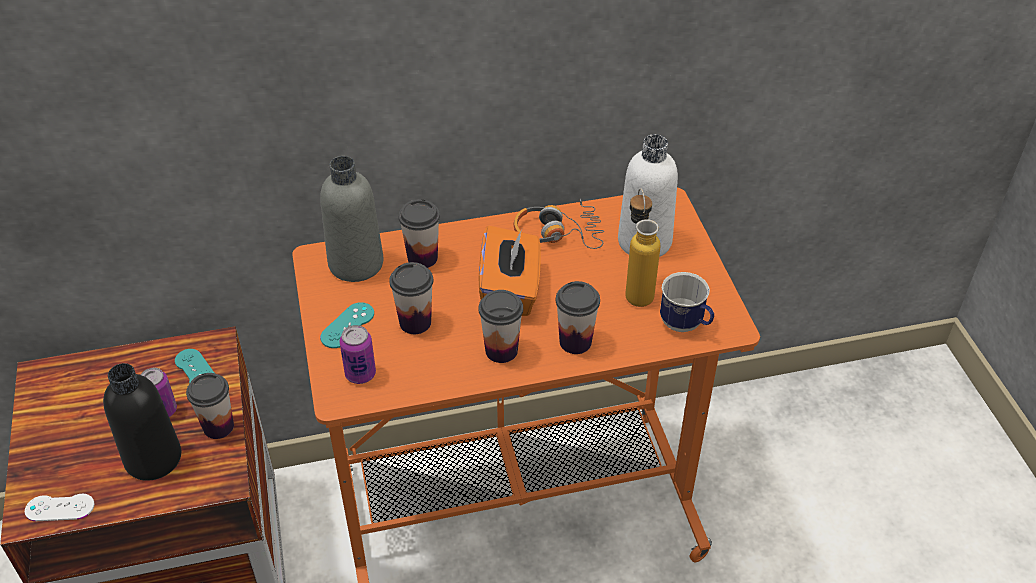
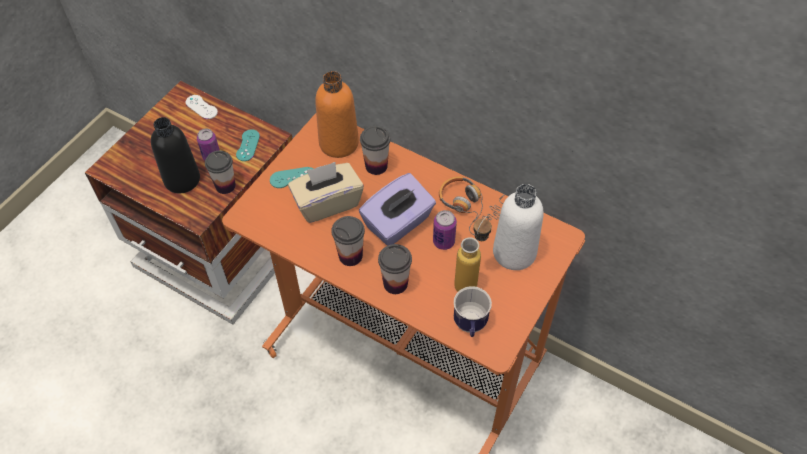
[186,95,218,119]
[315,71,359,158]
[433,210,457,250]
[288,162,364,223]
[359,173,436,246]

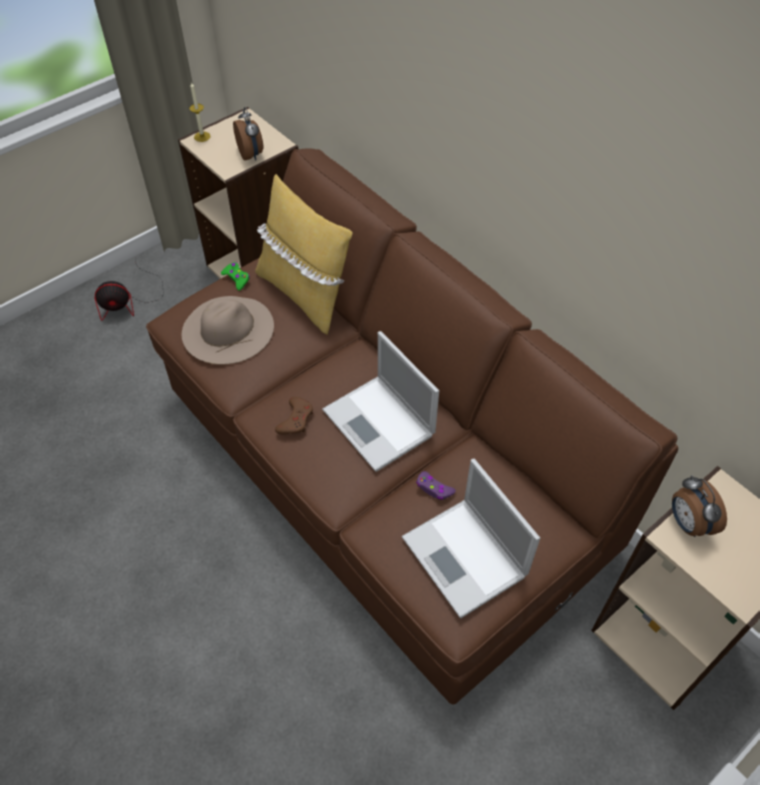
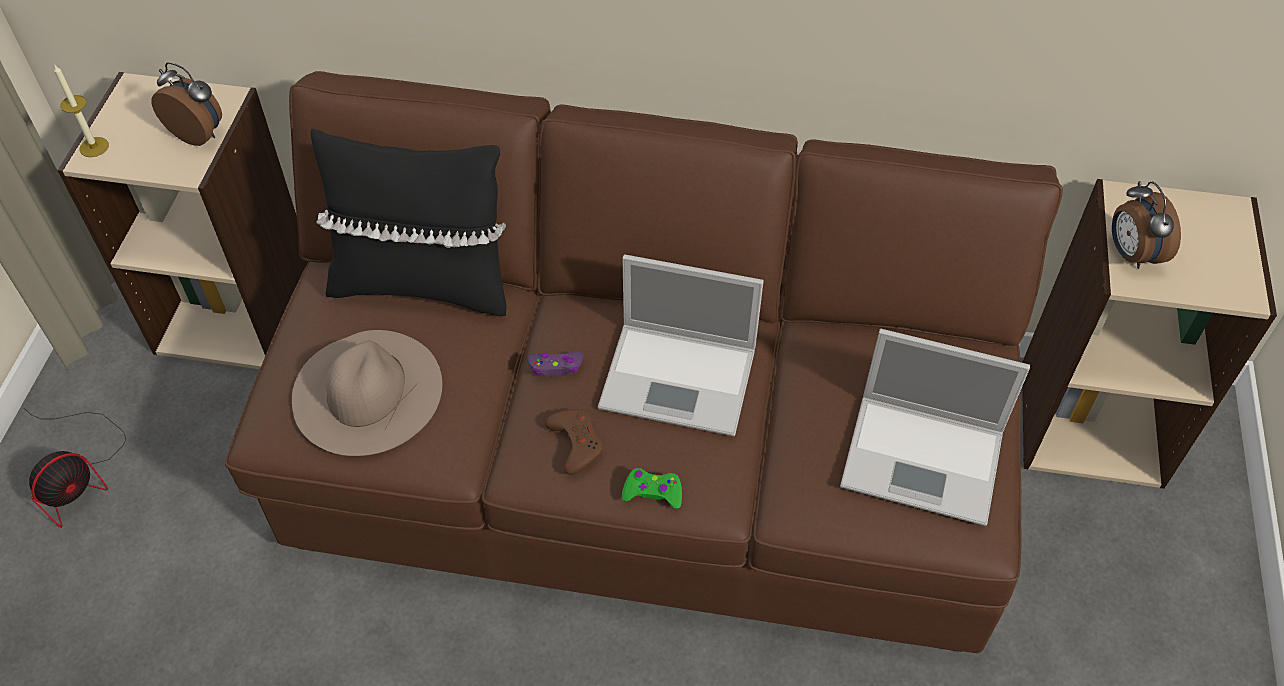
[622,468,682,509]
[311,128,507,316]
[528,351,584,377]
[1112,181,1181,269]

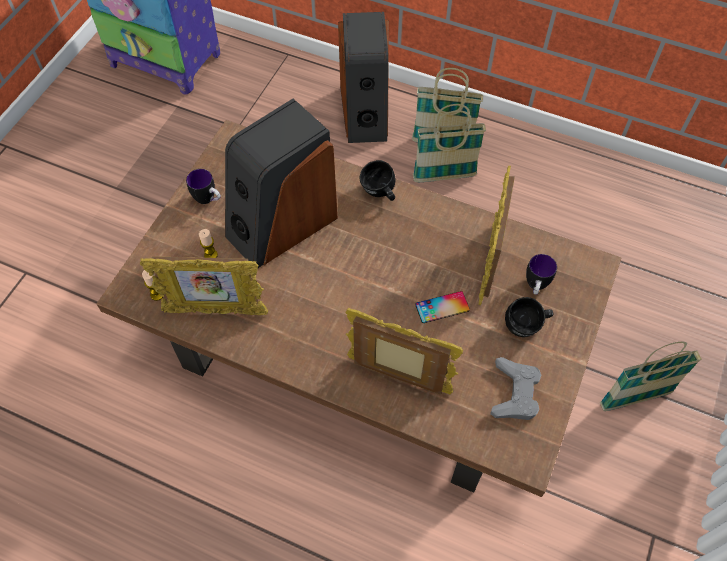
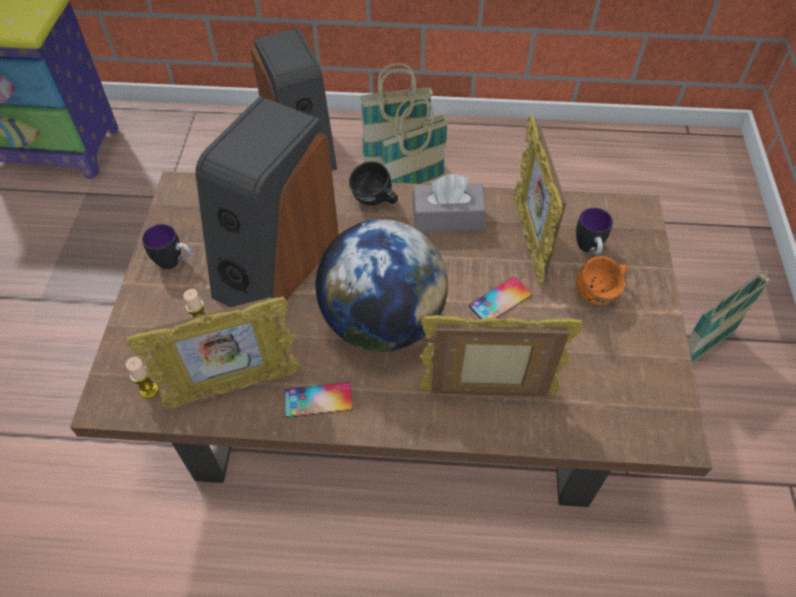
[490,357,541,420] (first image)
[576,256,628,305]
[284,382,353,418]
[315,219,448,352]
[412,174,486,232]

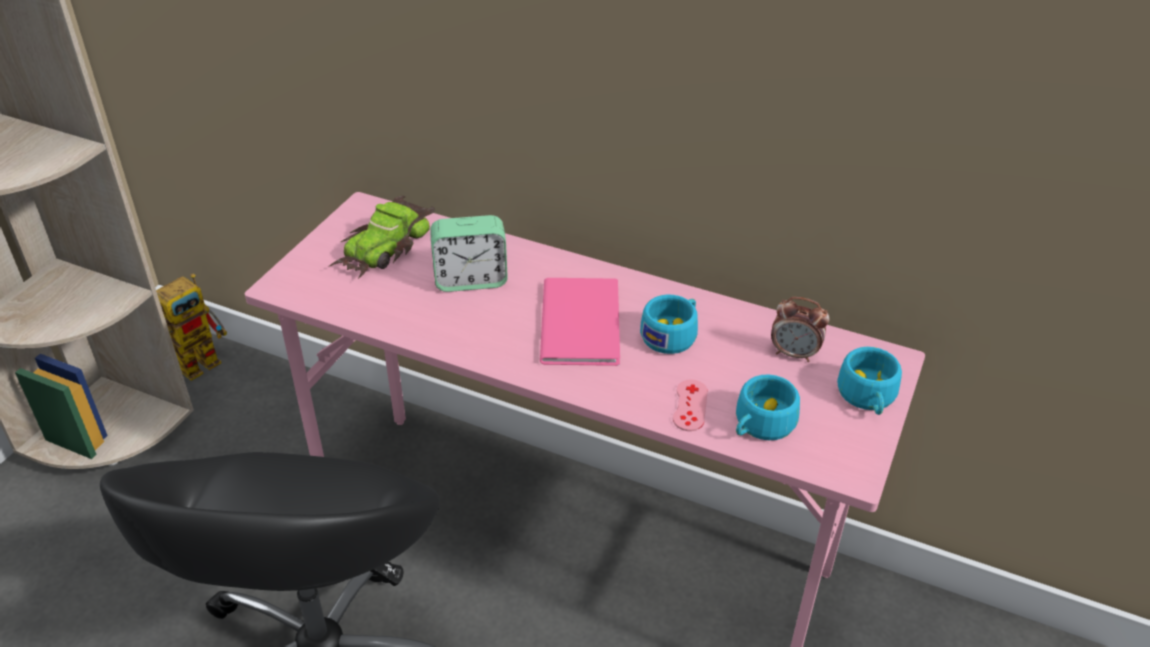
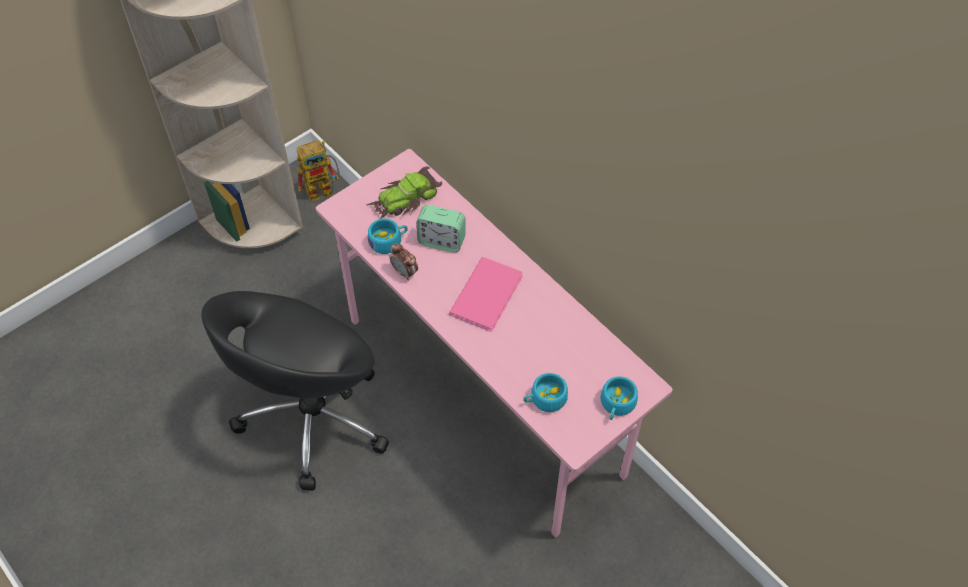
[368,218,408,254]
[673,380,708,431] (first image)
[389,243,418,280]

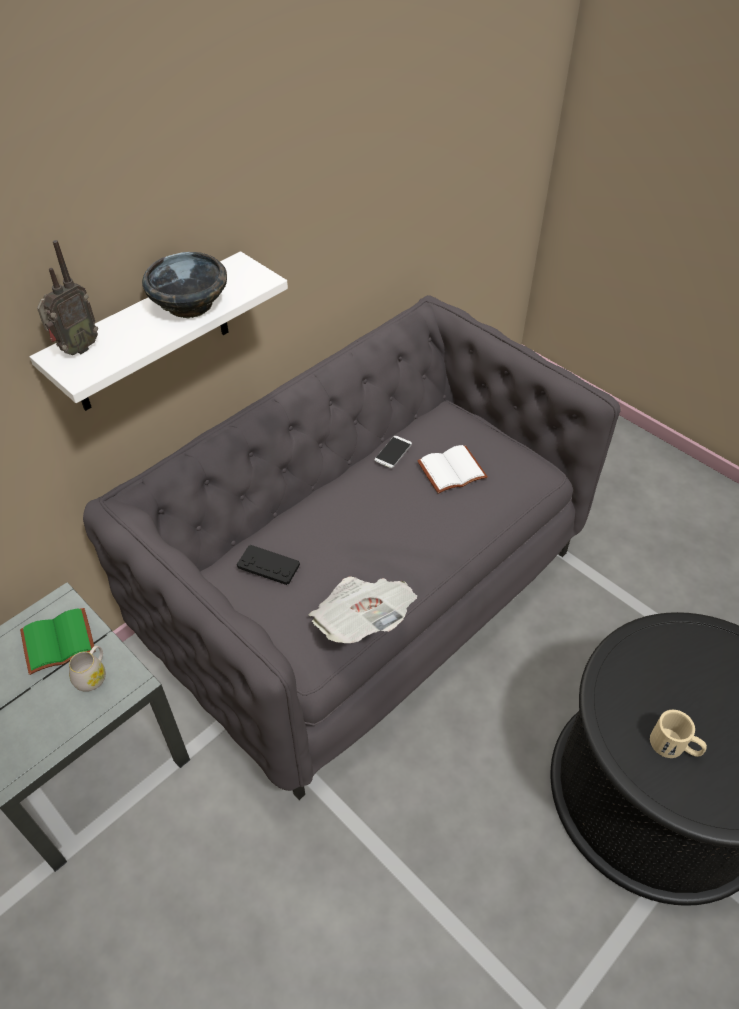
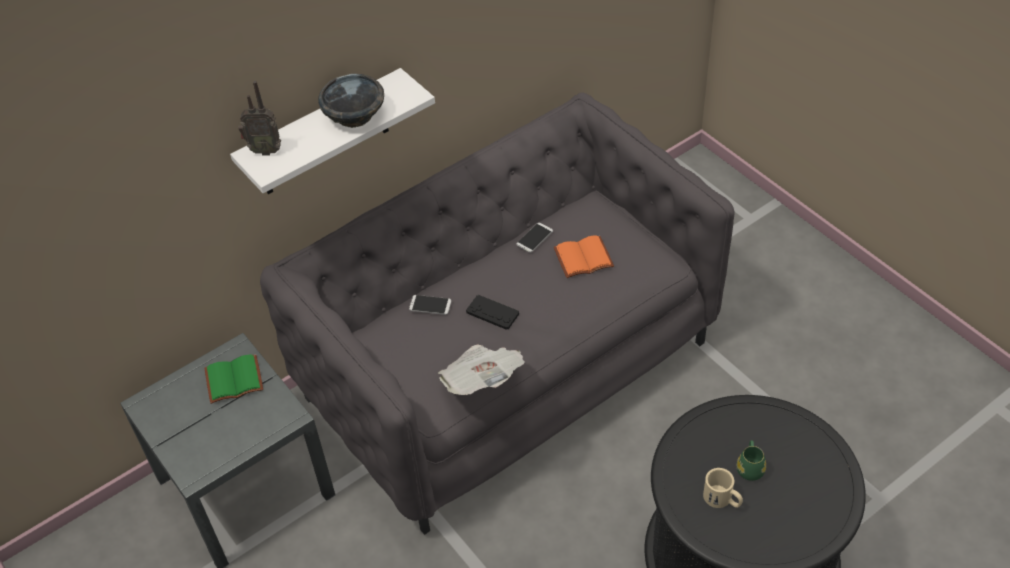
[238,81,281,156]
[69,646,106,692] (first image)
[466,295,519,330]
[554,235,614,278]
[409,295,451,315]
[736,440,766,481]

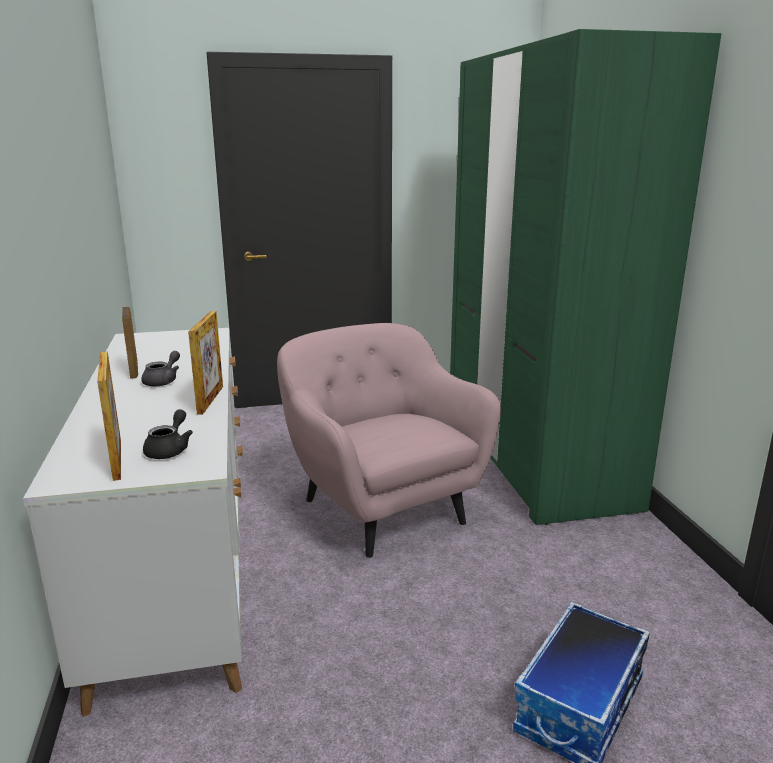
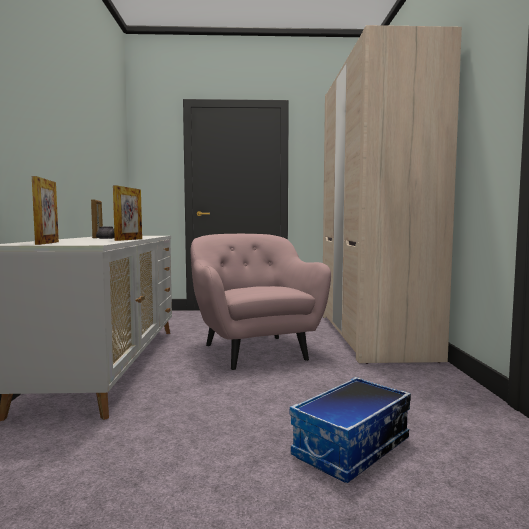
[143,409,193,459] (first image)
[323,25,462,364]

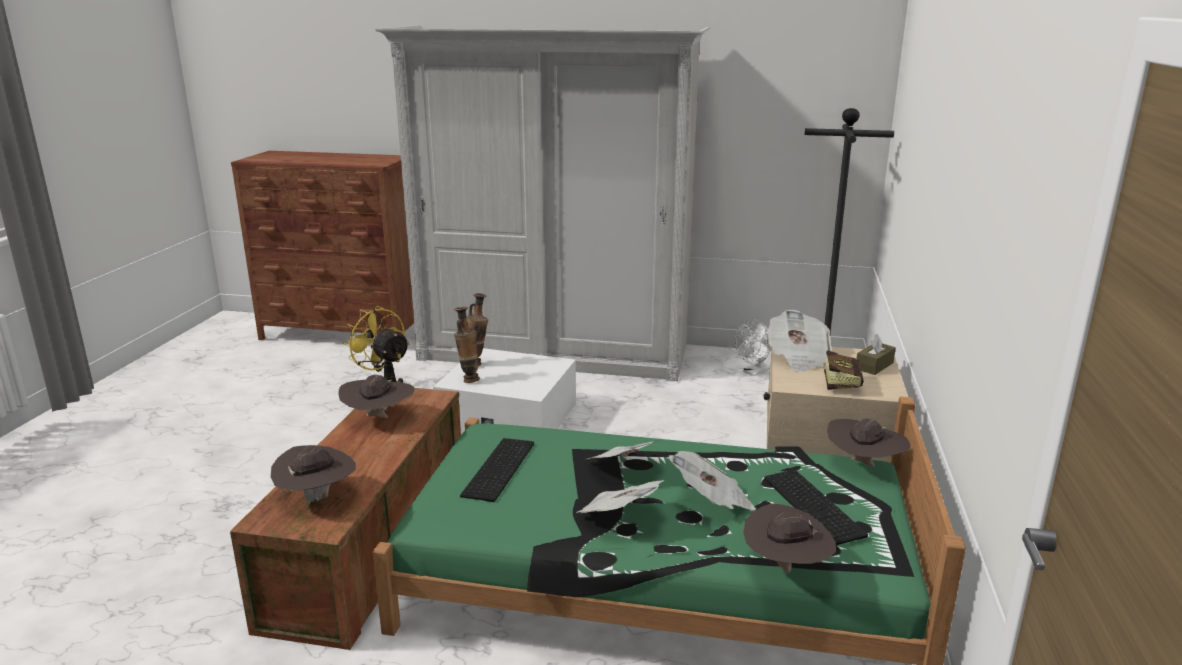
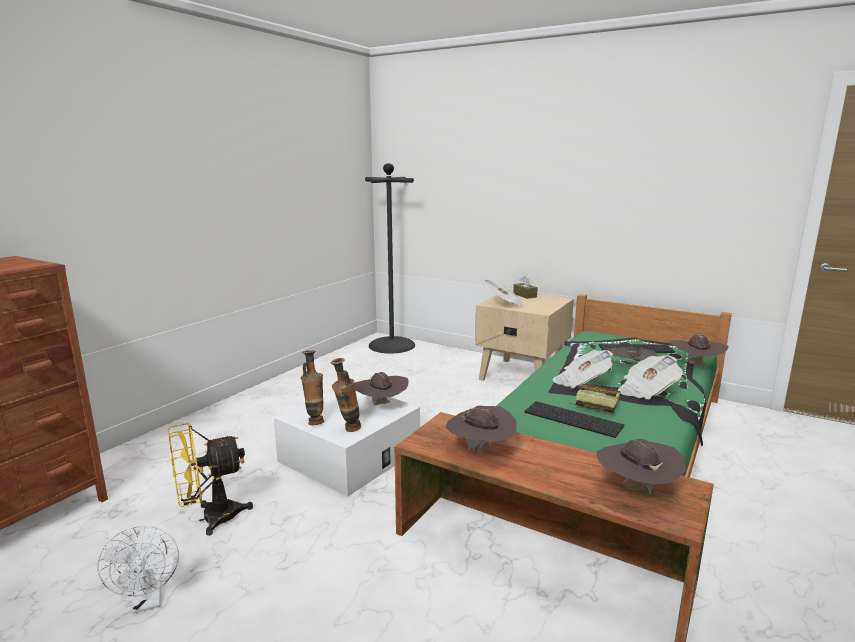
[375,25,710,381] (first image)
[97,525,179,613]
[567,384,621,413]
[355,372,409,406]

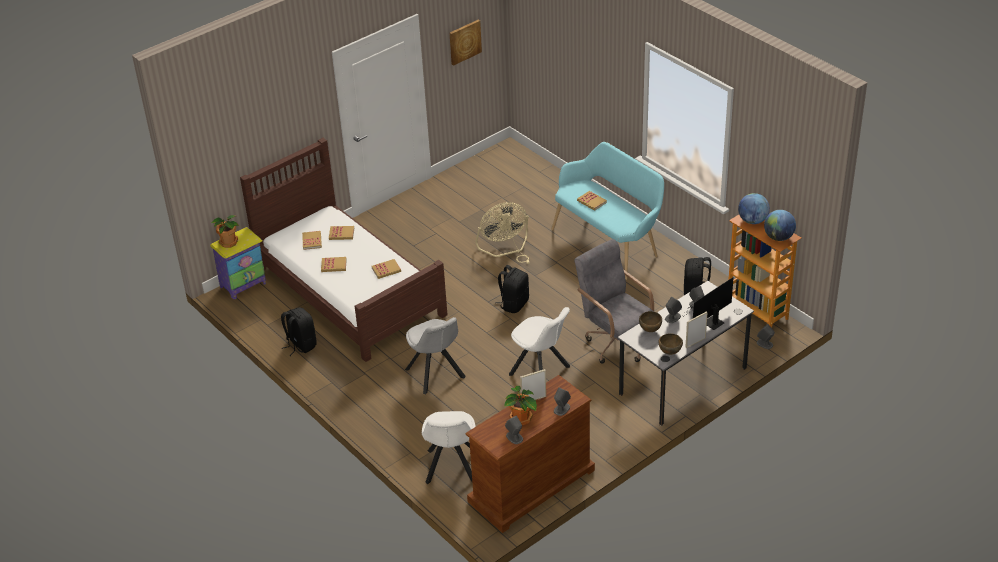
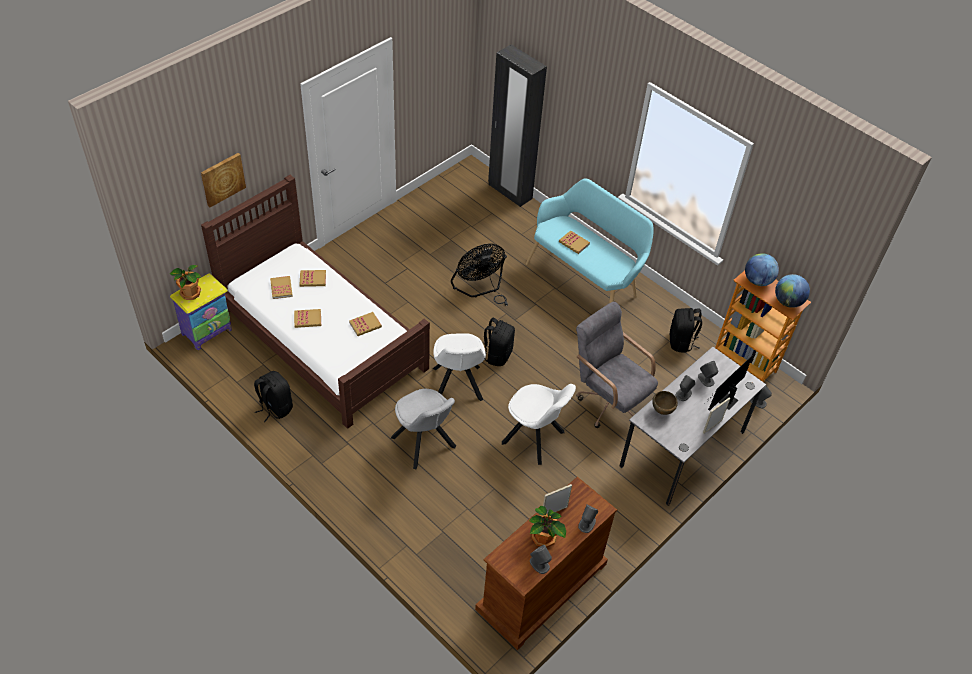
[433,333,486,401]
[201,153,246,207]
[451,244,508,306]
[659,333,683,355] (first image)
[488,45,547,207]

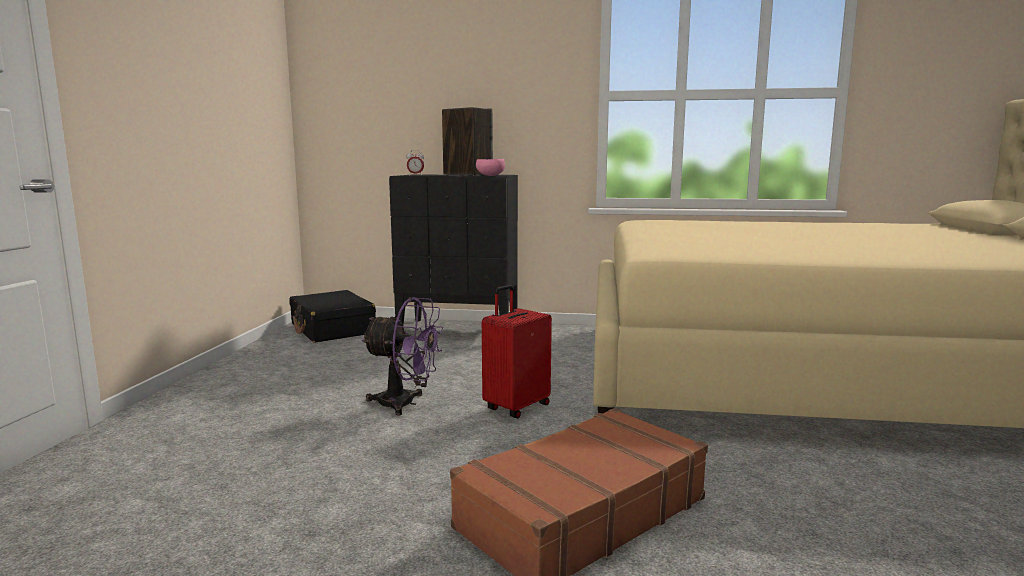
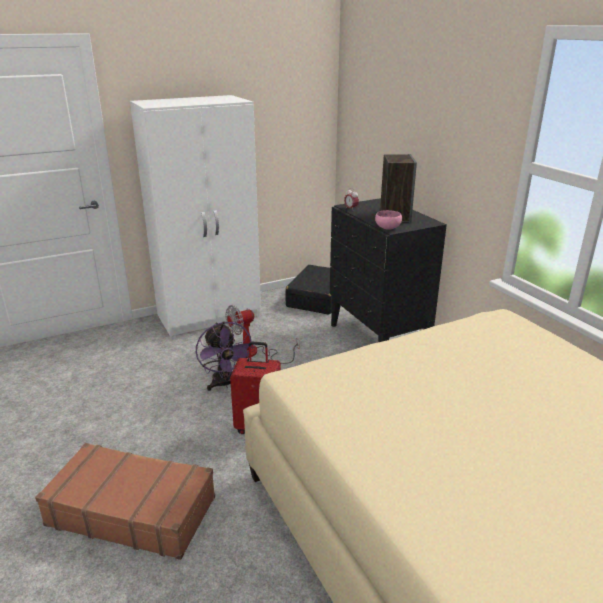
[130,95,261,337]
[226,305,300,364]

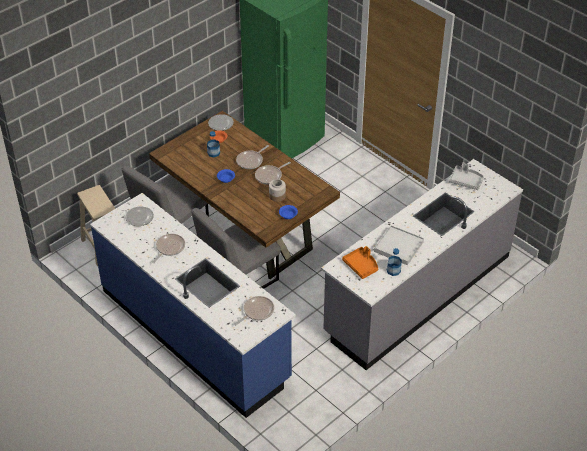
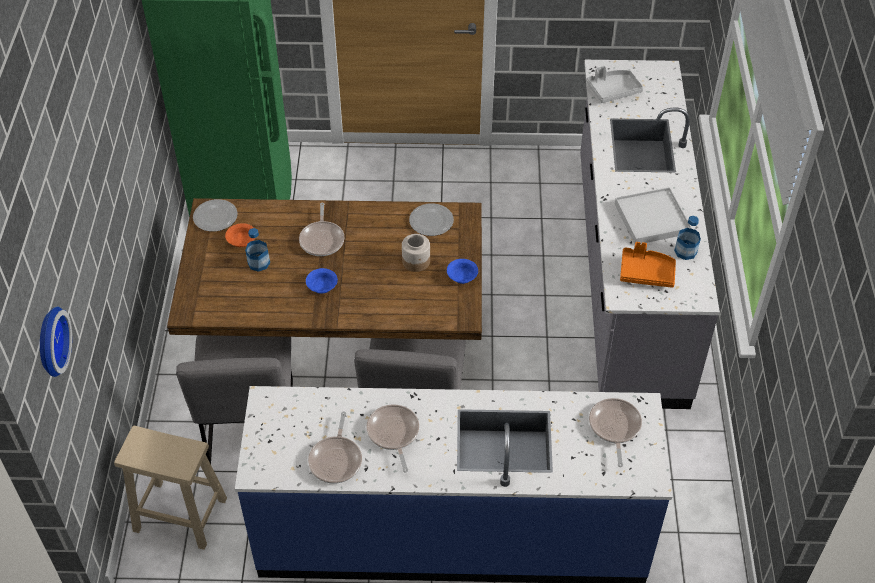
[409,203,454,236]
[308,412,362,484]
[40,307,72,377]

